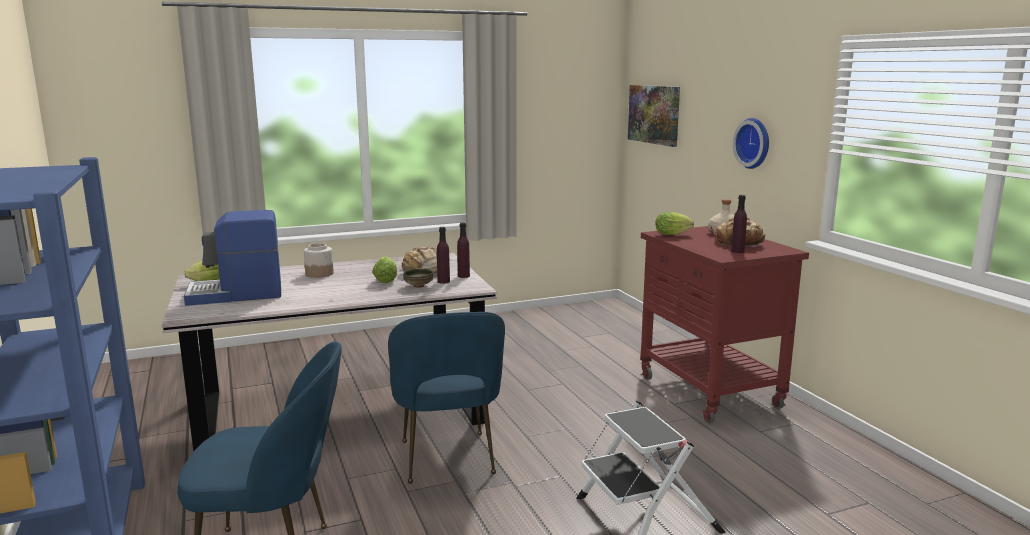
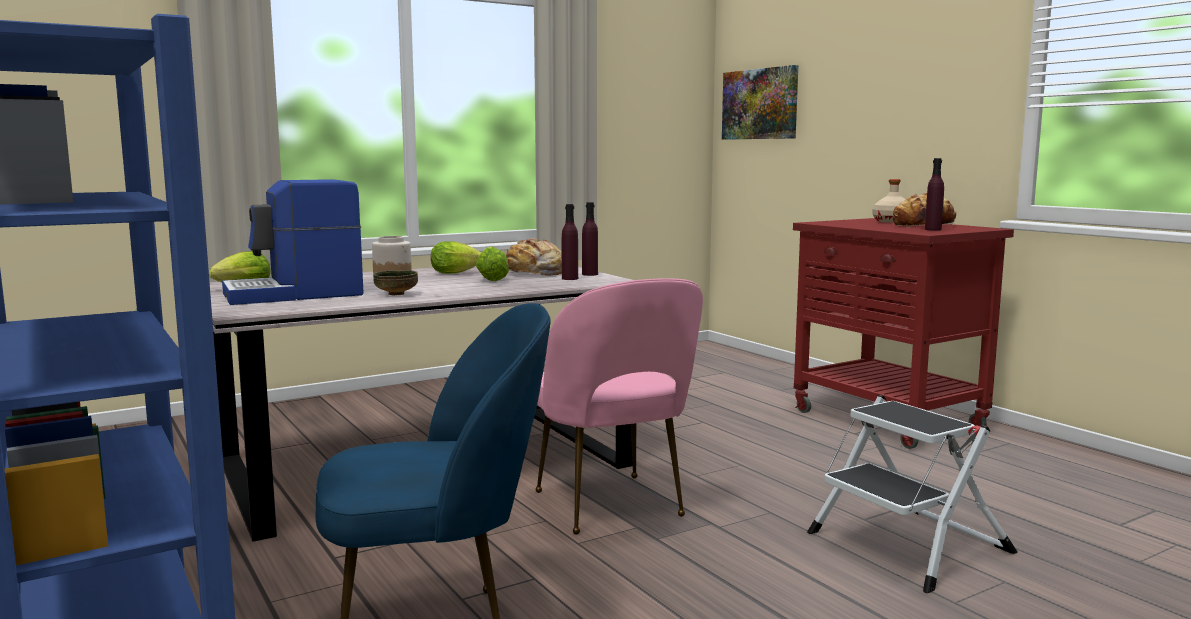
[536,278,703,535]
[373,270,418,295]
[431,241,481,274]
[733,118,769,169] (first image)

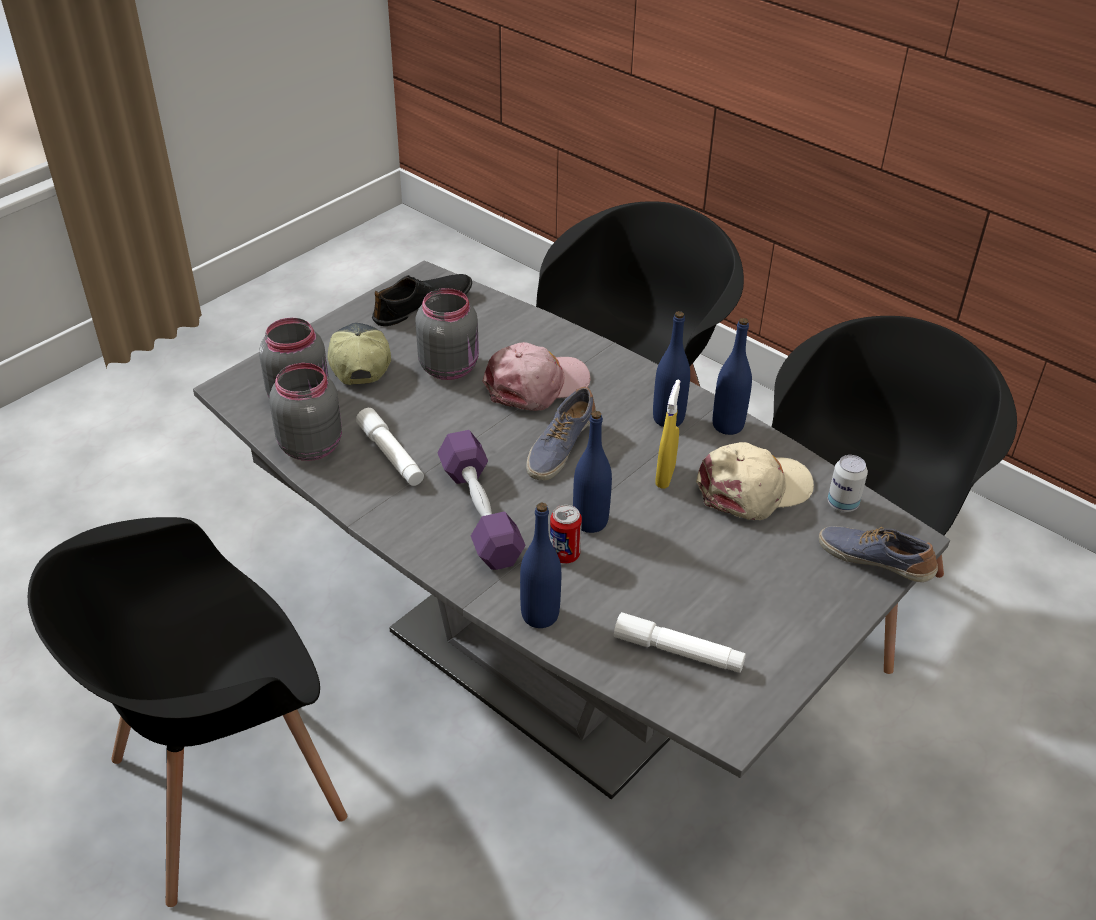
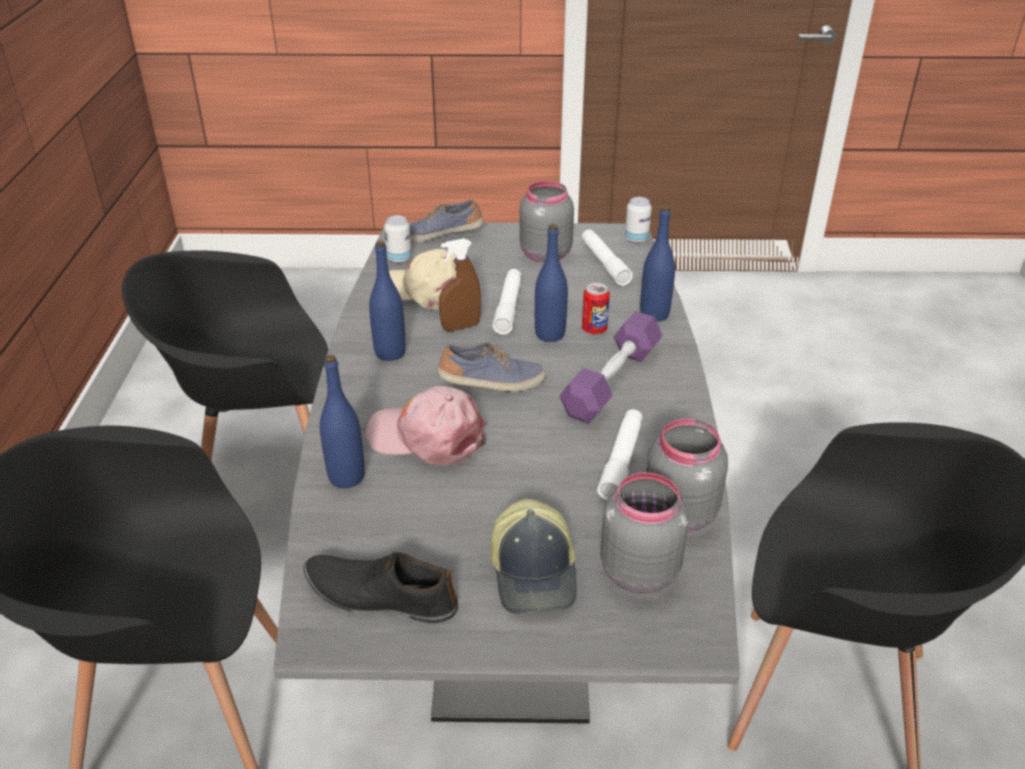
[490,499,577,613]
[519,181,574,262]
[439,238,481,331]
[320,355,365,488]
[409,200,483,242]
[492,269,521,335]
[625,197,652,243]

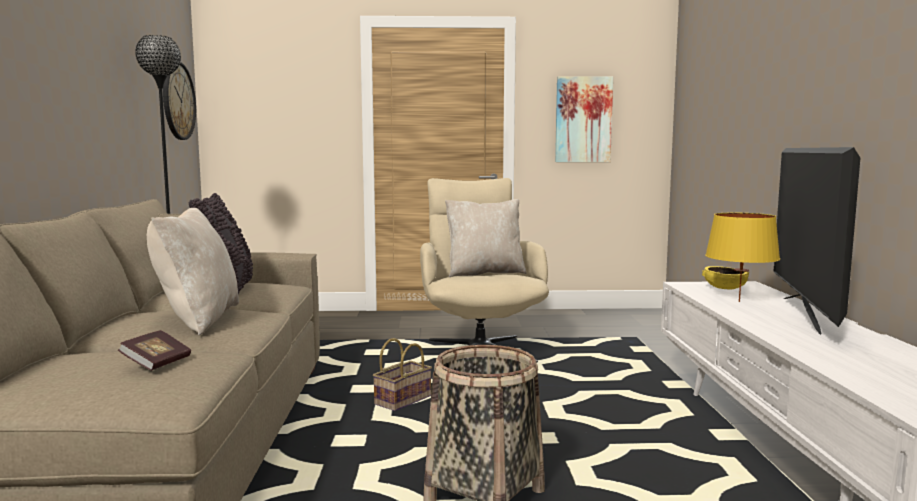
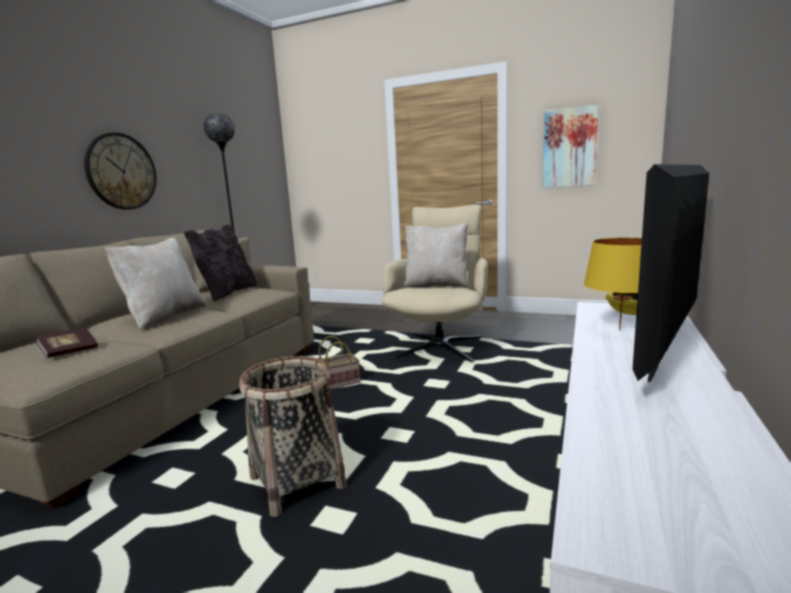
[84,133,156,209]

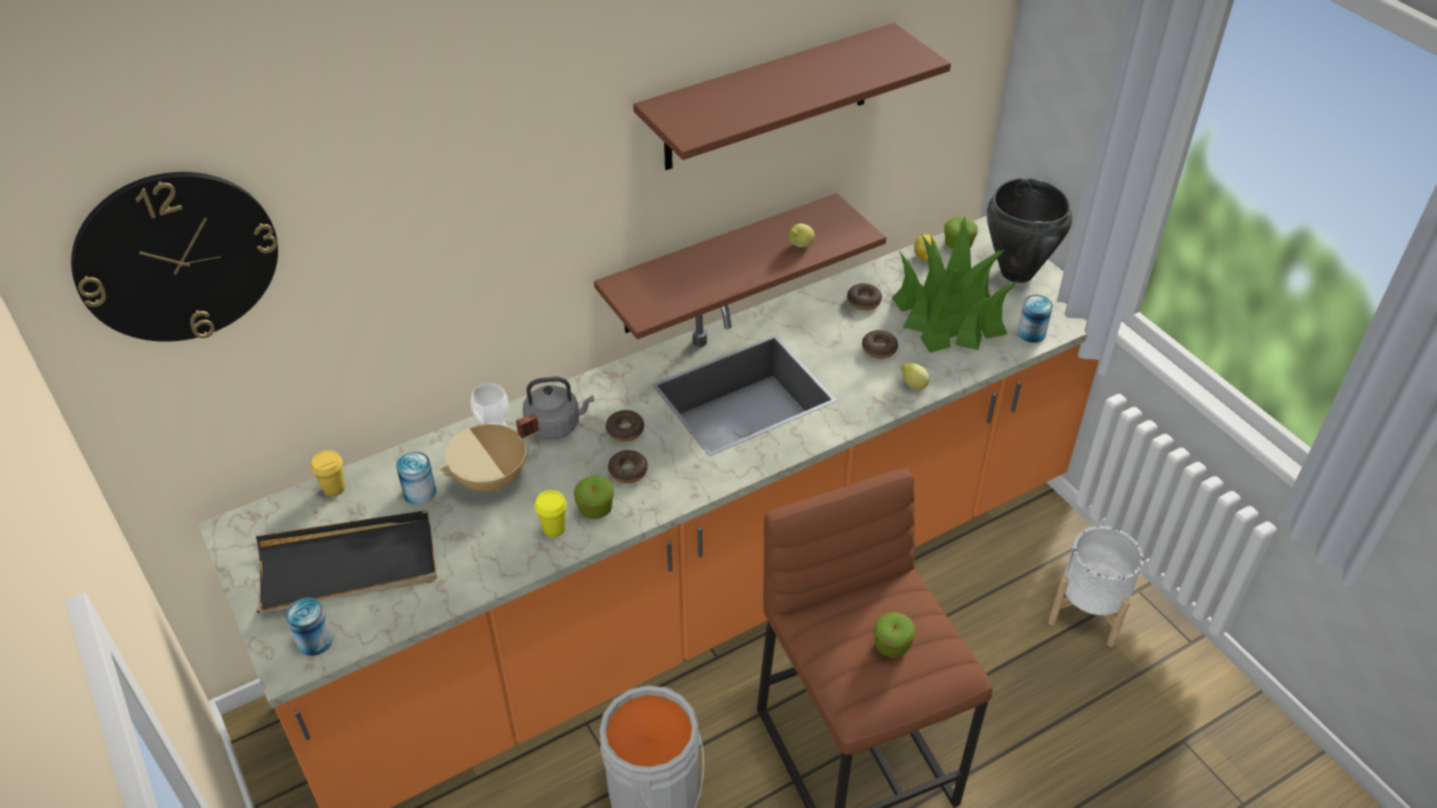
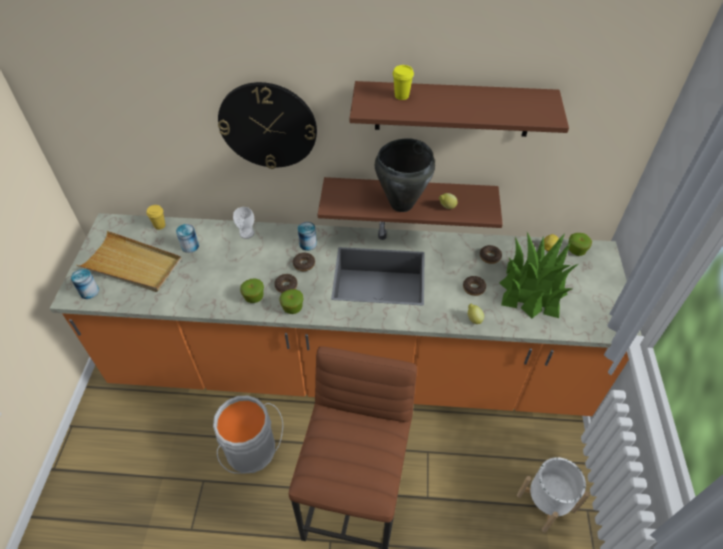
[218,82,317,169]
[77,231,182,292]
[439,413,539,492] (first image)
[523,377,594,440] (first image)
[393,65,414,100]
[279,289,303,314]
[375,138,435,212]
[298,222,317,251]

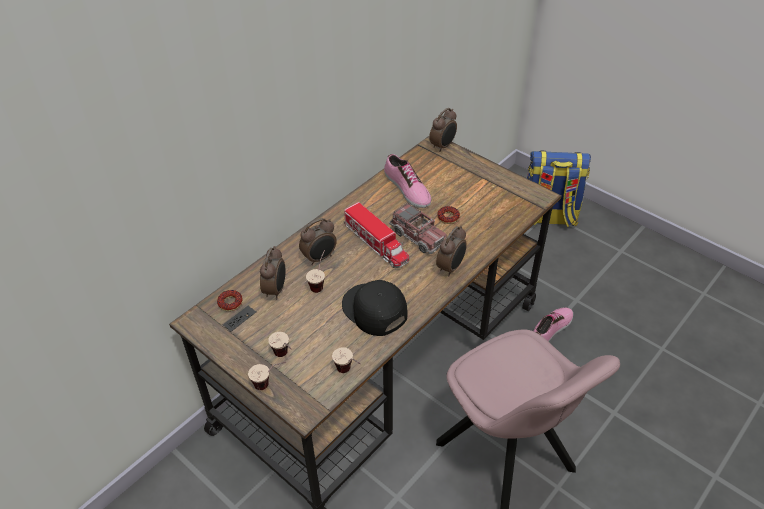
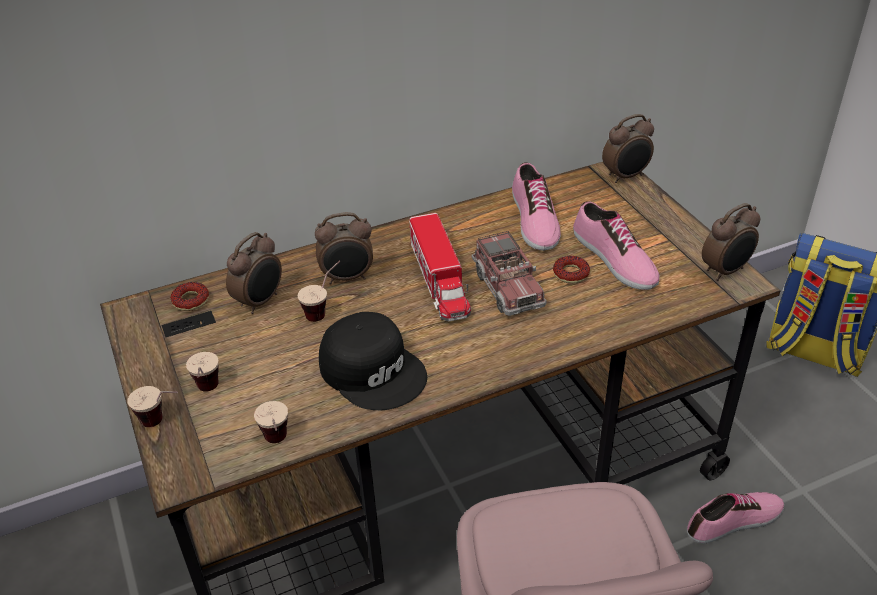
[319,312,427,410]
[702,203,760,281]
[573,201,659,290]

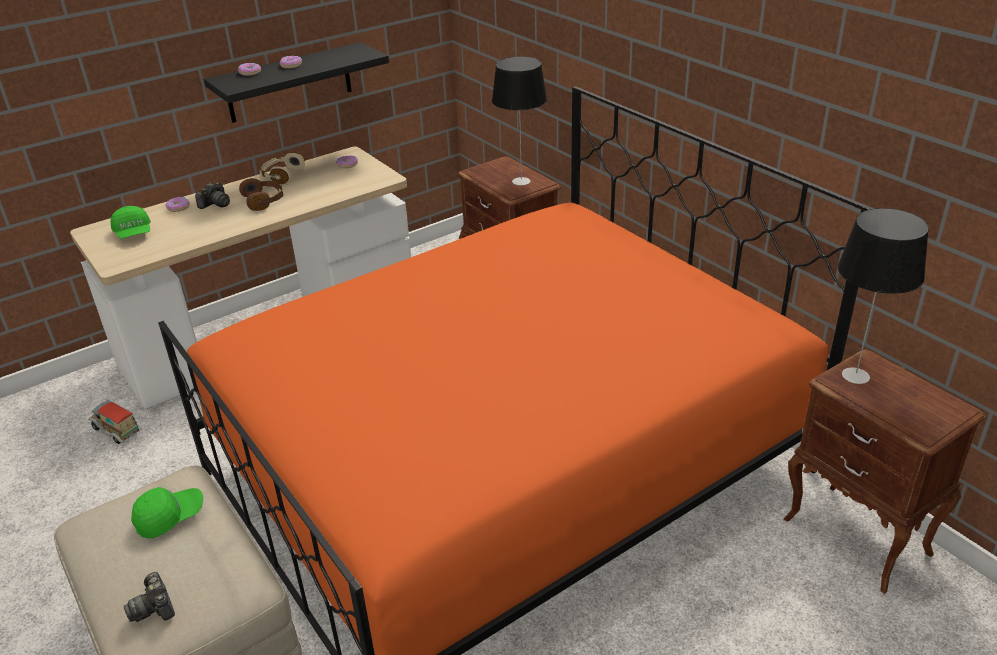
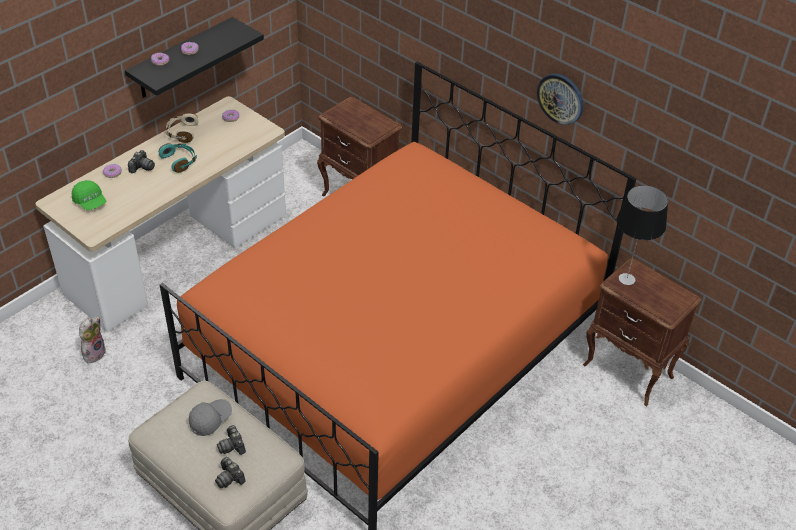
[79,317,106,363]
[189,399,232,436]
[159,143,197,173]
[492,56,547,185] (first image)
[217,425,246,455]
[537,74,584,125]

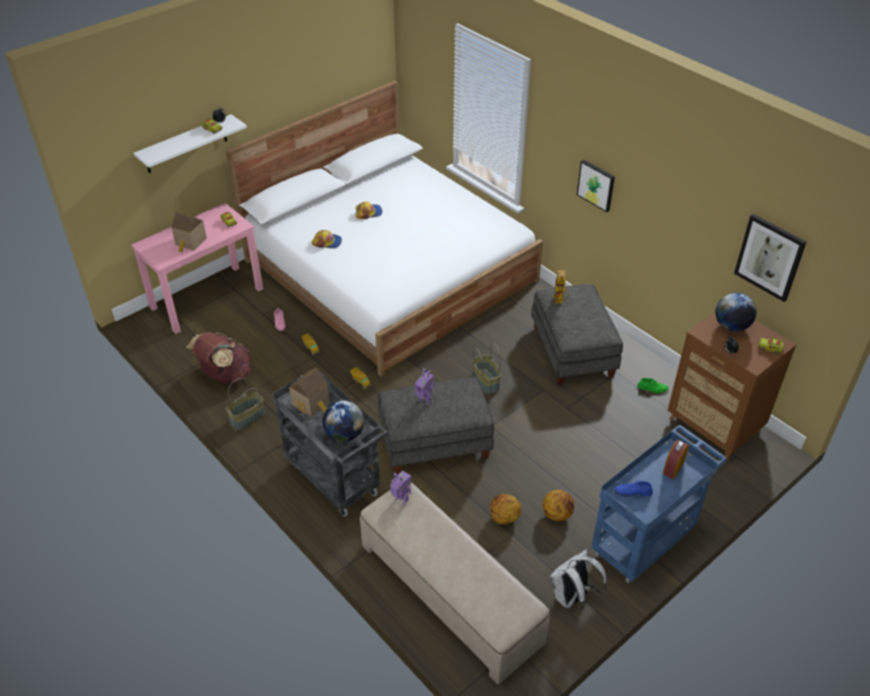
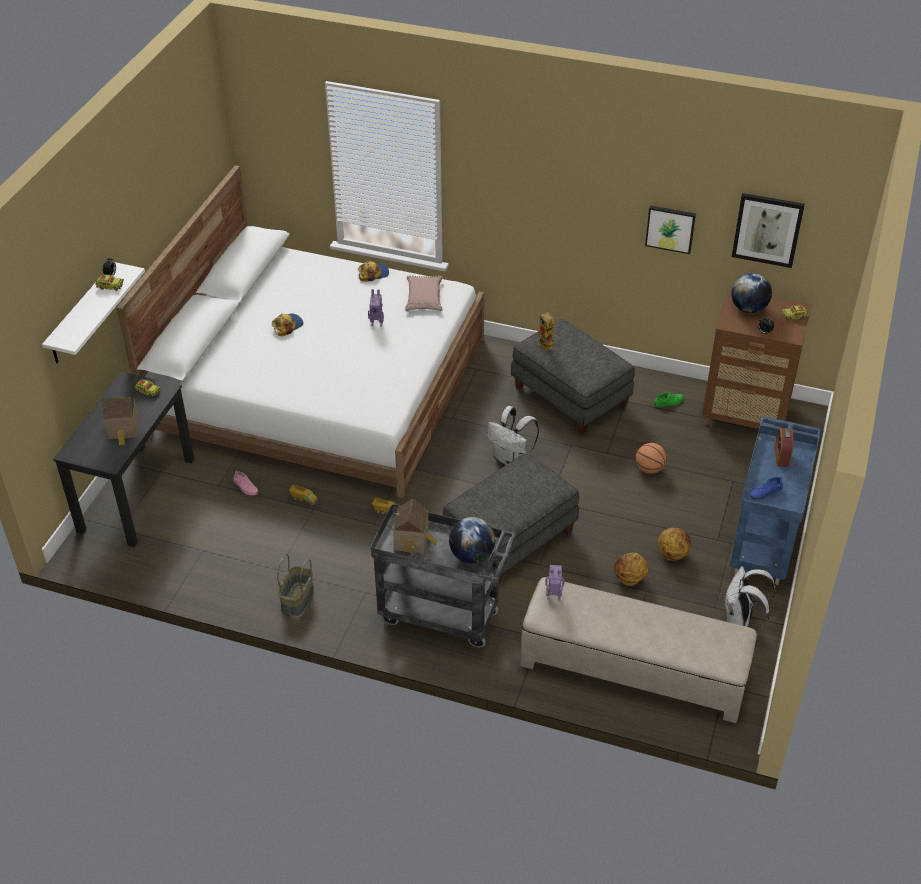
[53,372,194,547]
[187,333,250,383] (first image)
[358,261,389,281]
[368,289,384,326]
[487,406,539,465]
[645,205,696,254]
[405,275,443,311]
[636,443,667,474]

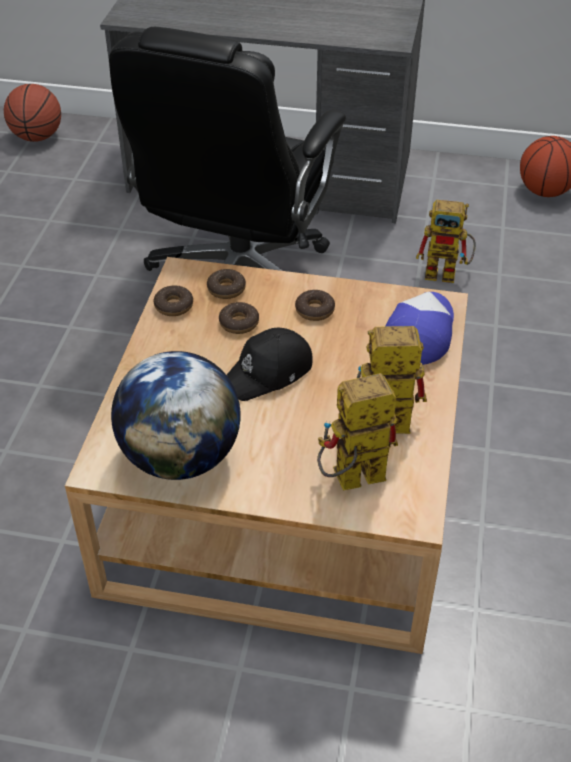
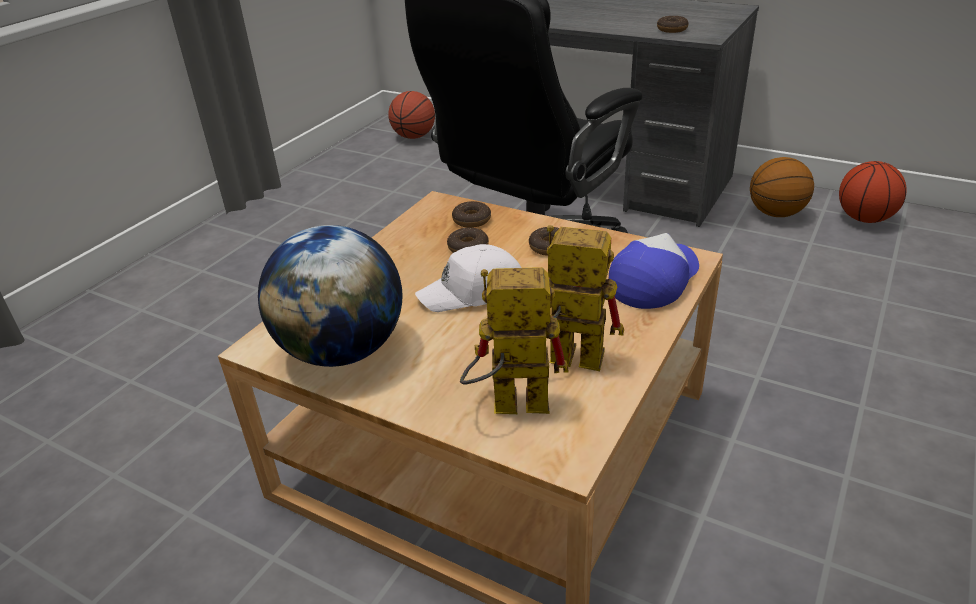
[657,16,689,33]
[415,244,521,312]
[416,200,476,283] (first image)
[750,157,814,217]

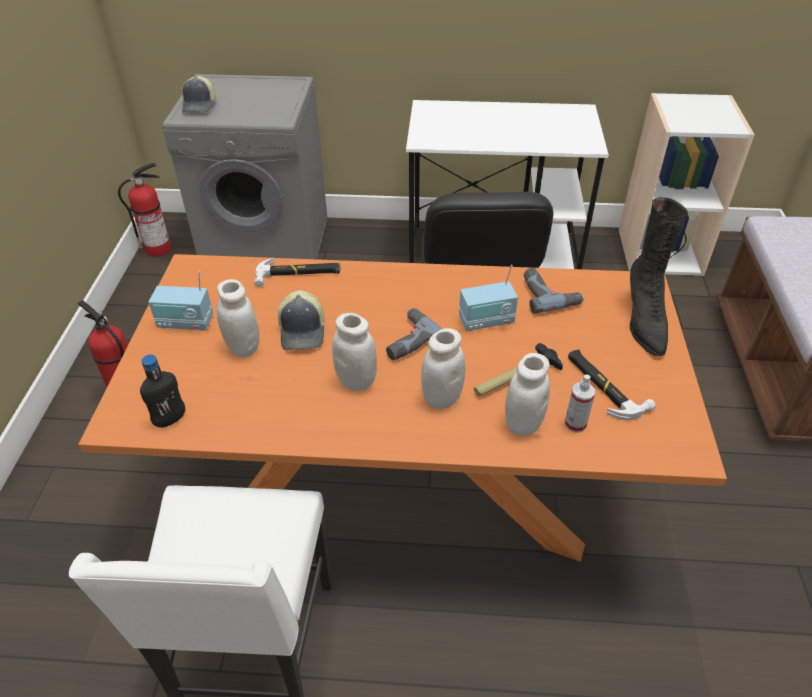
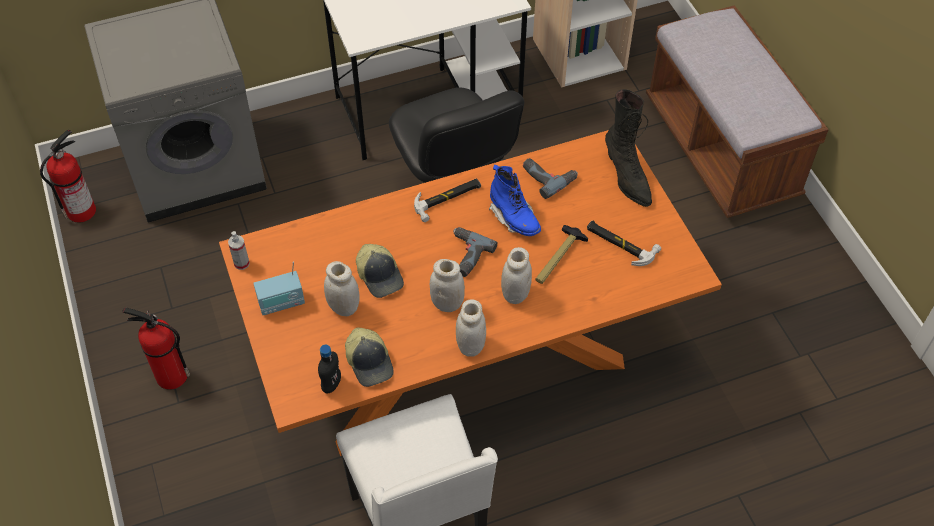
[345,327,394,387]
[414,179,481,222]
[489,165,541,236]
[456,299,486,357]
[228,231,250,270]

